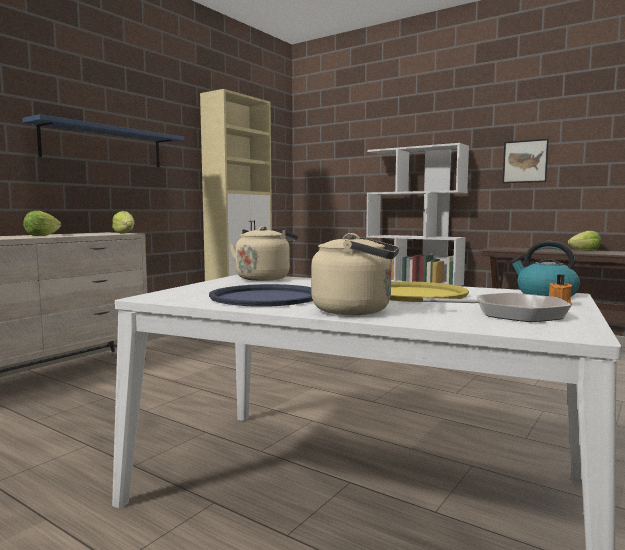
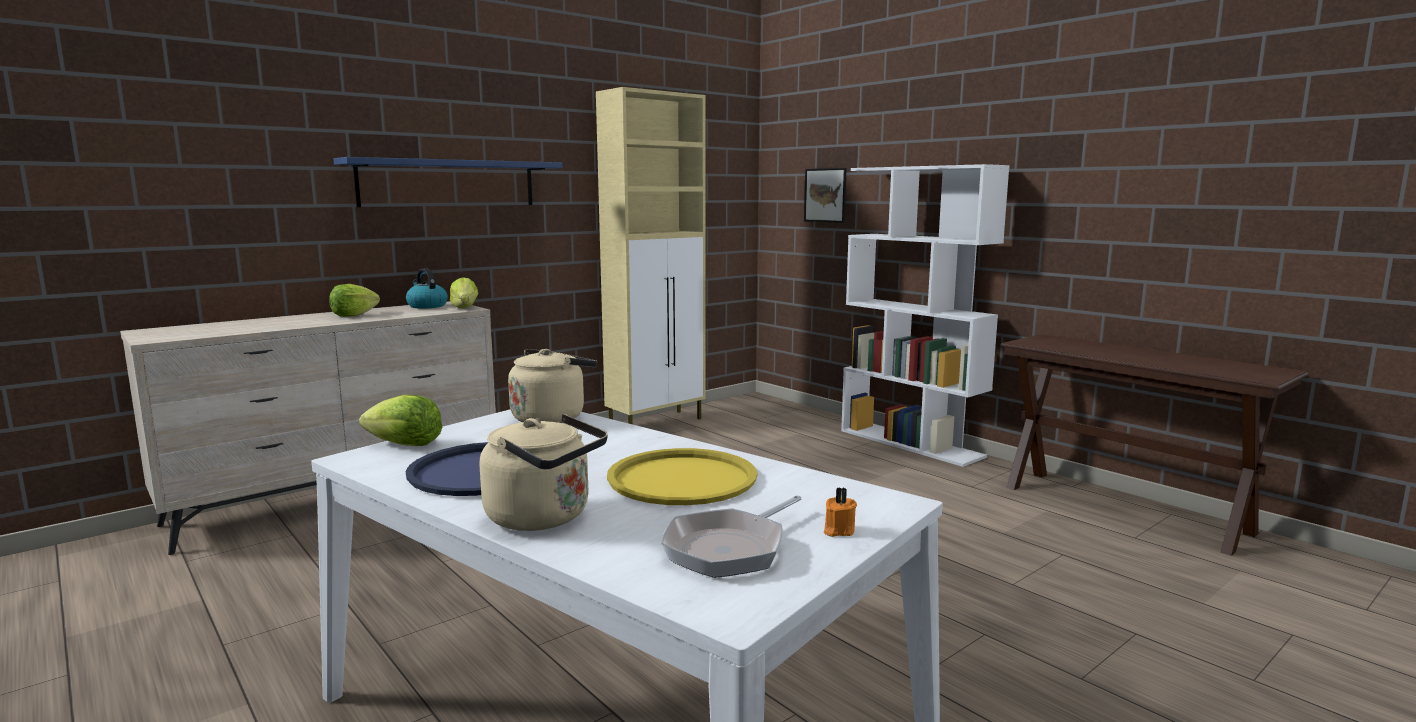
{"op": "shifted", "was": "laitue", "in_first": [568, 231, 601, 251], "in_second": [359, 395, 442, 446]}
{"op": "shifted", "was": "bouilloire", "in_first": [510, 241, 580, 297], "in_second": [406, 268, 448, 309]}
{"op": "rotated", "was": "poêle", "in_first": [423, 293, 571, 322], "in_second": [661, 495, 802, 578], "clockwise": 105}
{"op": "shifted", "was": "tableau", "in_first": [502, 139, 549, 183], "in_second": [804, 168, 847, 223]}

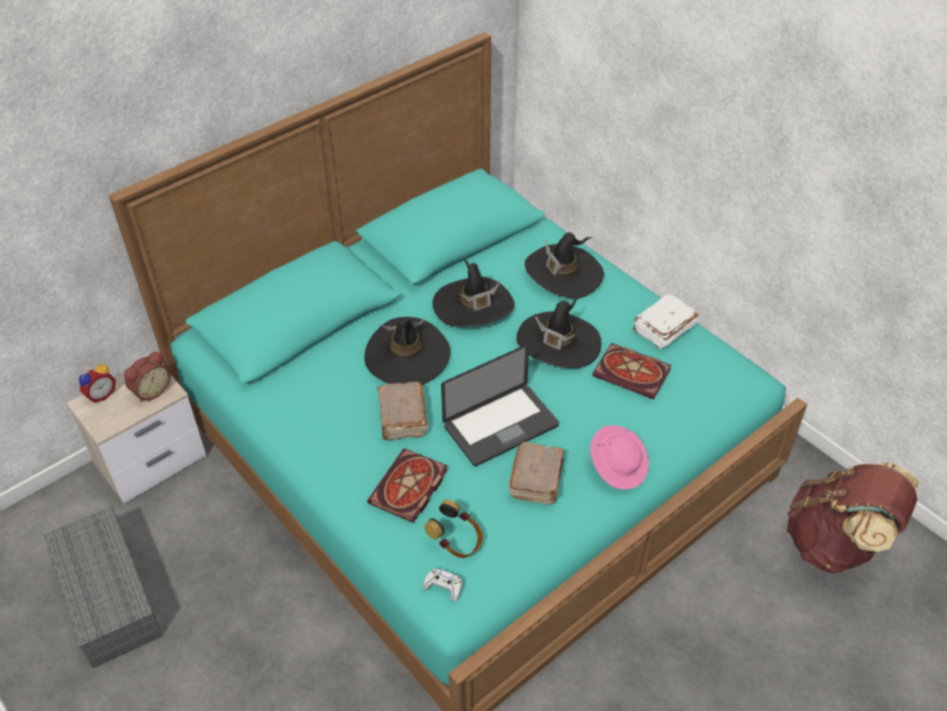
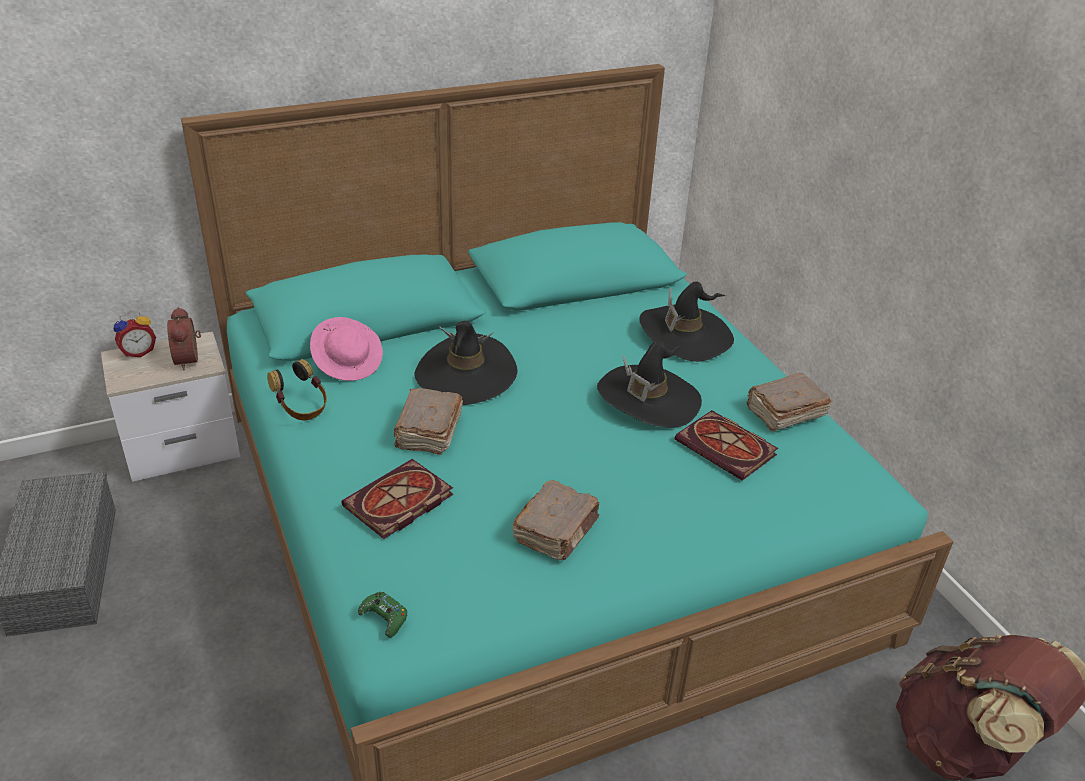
{"op": "rotated", "was": "réveil", "in_first": [124, 351, 171, 402], "in_second": [167, 307, 201, 371], "clockwise": 105}
{"op": "shifted", "was": "casque audio", "in_first": [424, 499, 483, 558], "in_second": [267, 359, 327, 420]}
{"op": "shifted", "was": "chapeau (rose)", "in_first": [590, 425, 649, 489], "in_second": [310, 317, 383, 381]}
{"op": "repainted", "was": "manette (blanc)", "now": "manette (vert)", "in_first": [423, 568, 462, 601], "in_second": [358, 592, 407, 637]}
{"op": "repainted", "was": "livre (blanc)", "now": "livre (marron)", "in_first": [633, 294, 699, 349], "in_second": [747, 373, 832, 431]}
{"op": "gone", "was": "chapeau (noir)", "in_first": [432, 258, 514, 327]}
{"op": "gone", "was": "ordinateur portable", "in_first": [441, 344, 559, 466]}

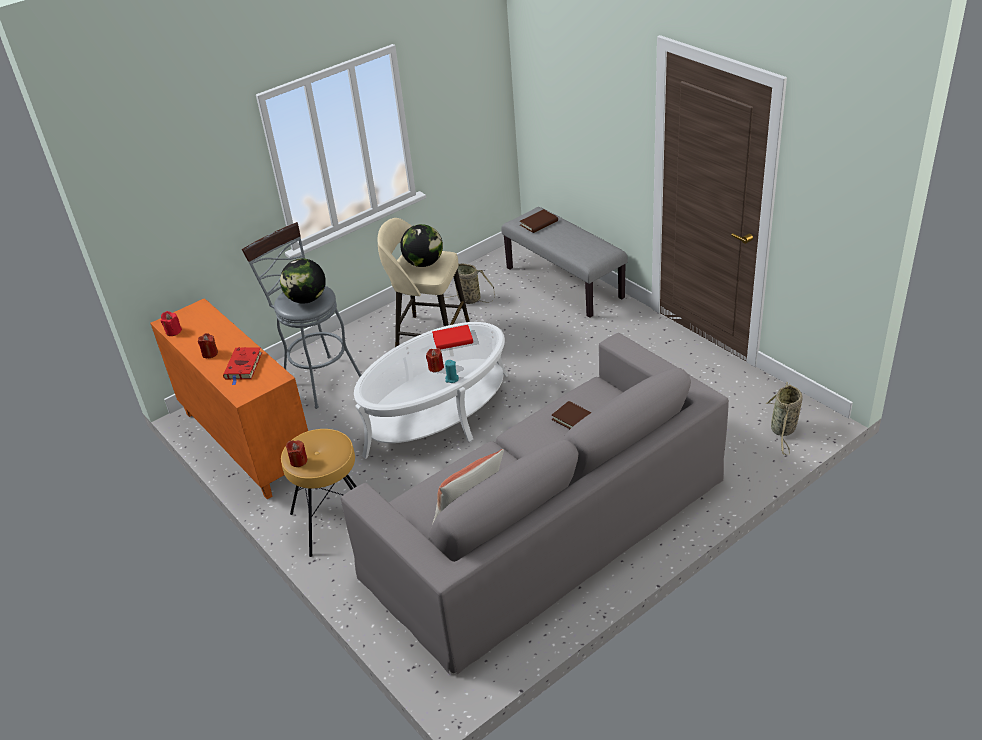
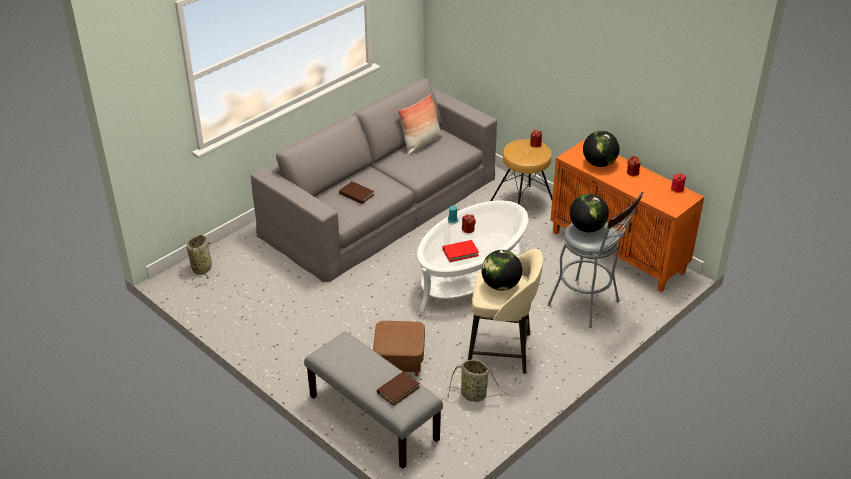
{"op": "new", "now": "pouf (marron)", "in_second": [373, 321, 425, 376]}
{"op": "swapped", "was": "livre (rouge)", "now": "globe", "in_first": [223, 347, 262, 385], "in_second": [583, 131, 620, 167]}

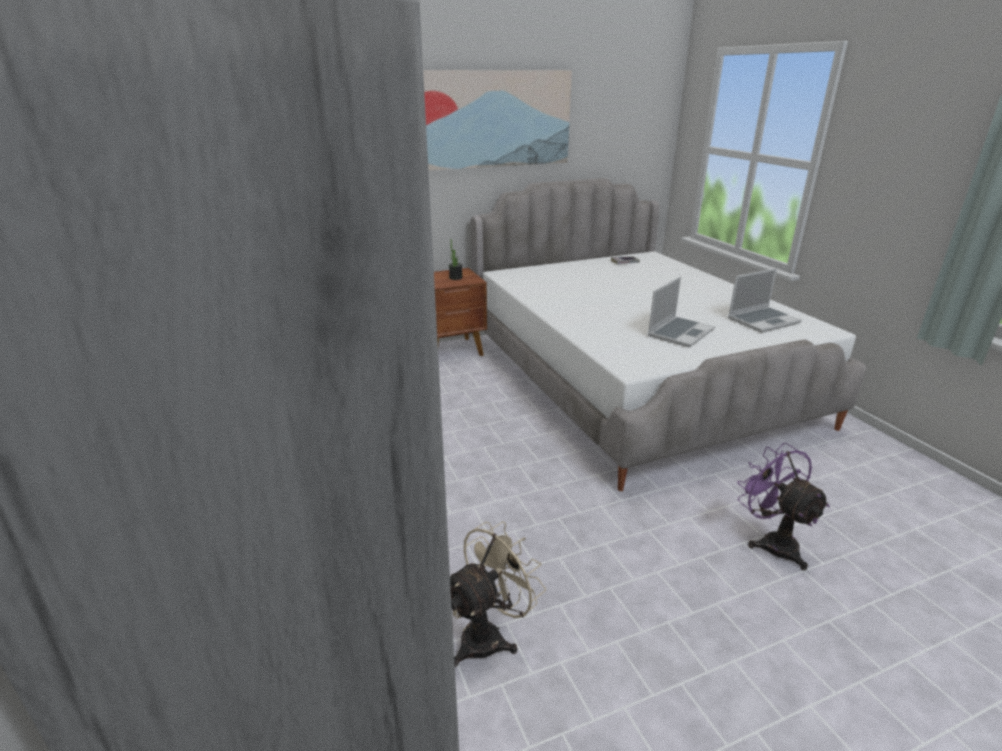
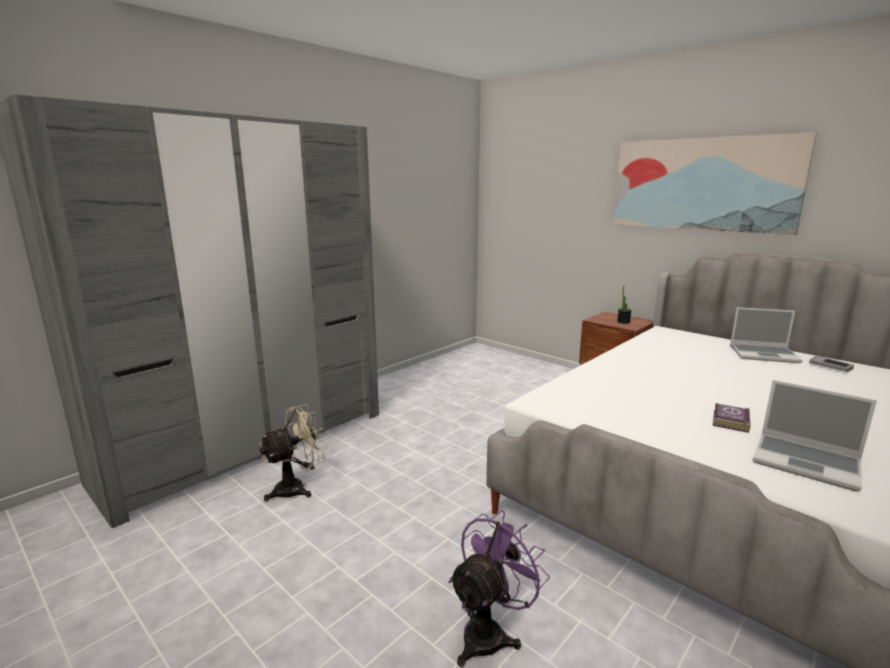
{"op": "rotated", "was": "ventilateur (beige)", "in_first": [450, 521, 546, 667], "in_second": [259, 404, 327, 502], "clockwise": -60}
{"op": "new", "now": "livre", "in_second": [713, 403, 751, 433]}
{"op": "shifted", "was": "ordinateur portable", "in_first": [648, 277, 715, 348], "in_second": [730, 307, 803, 363]}

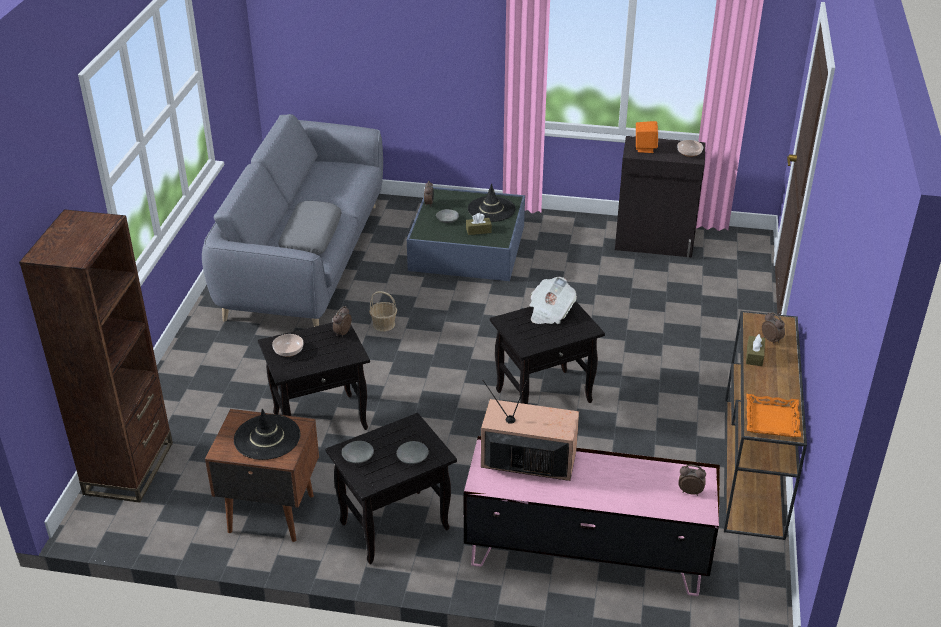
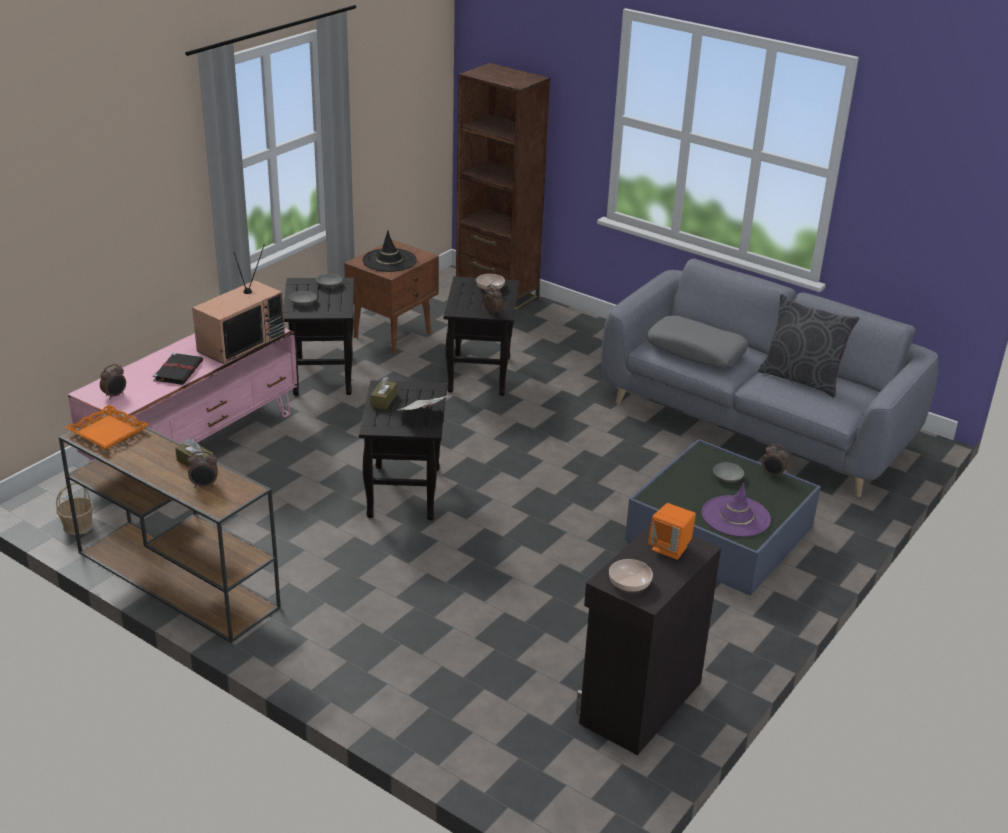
{"op": "shifted", "was": "panier", "in_first": [369, 291, 397, 332], "in_second": [56, 482, 94, 535]}
{"op": "new", "now": "livre (noir)", "in_second": [153, 353, 203, 385]}
{"op": "shifted", "was": "boîte à mouchoirs (marron)", "in_first": [466, 213, 492, 235], "in_second": [370, 377, 397, 410]}
{"op": "repainted", "was": "chapeau (noir)", "now": "chapeau (violet)", "in_first": [468, 183, 516, 222], "in_second": [702, 483, 771, 537]}
{"op": "new", "now": "coussin (gris)", "in_second": [758, 294, 859, 397]}

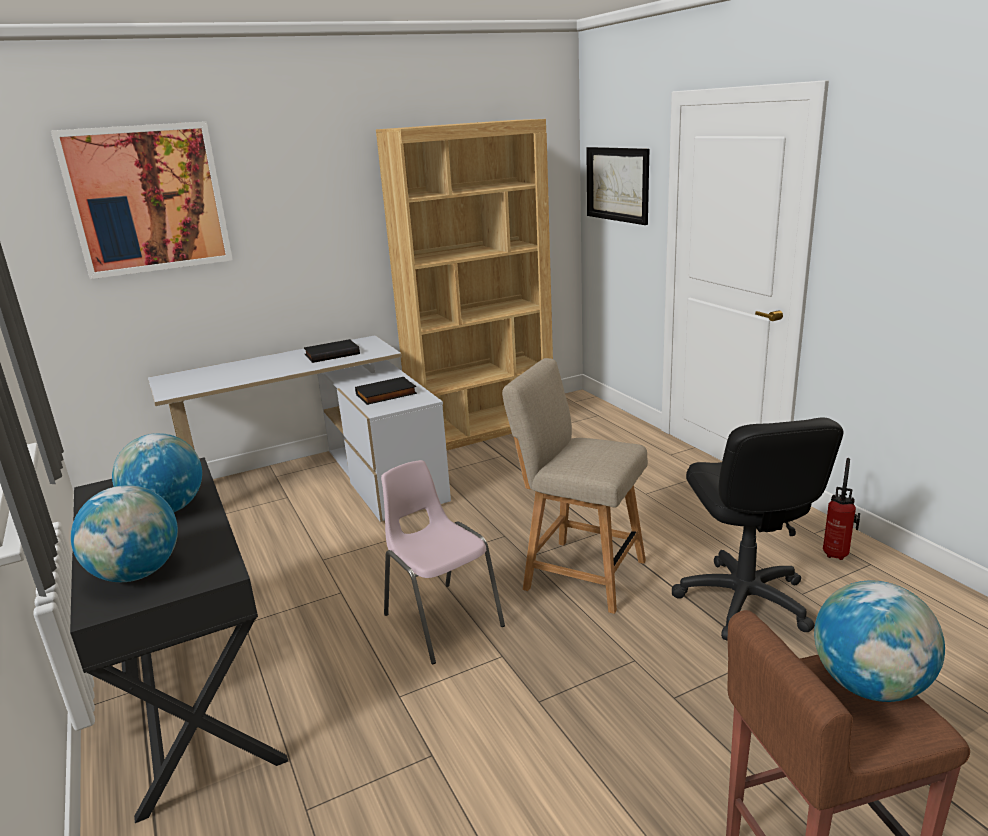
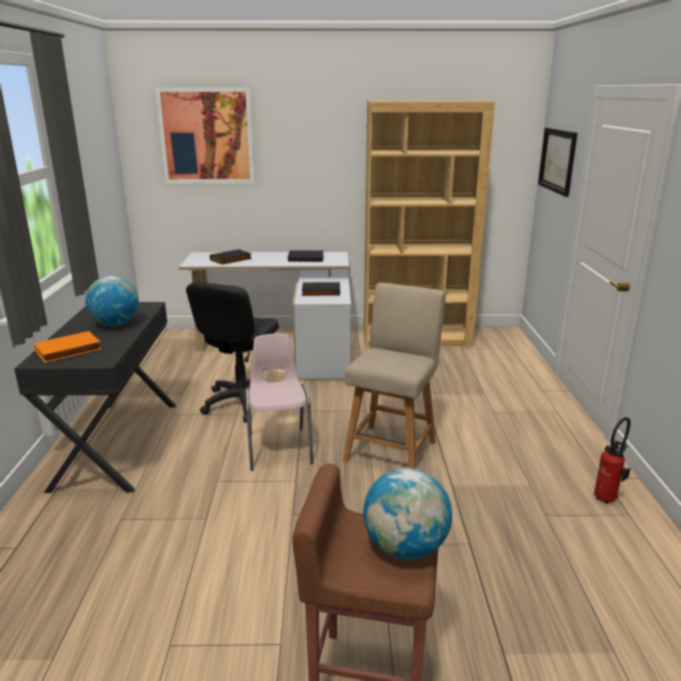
{"op": "swapped", "was": "globe", "now": "livre (orange)", "in_first": [71, 485, 178, 582], "in_second": [34, 331, 102, 363]}
{"op": "shifted", "was": "chaise de bureau (noir)", "in_first": [672, 418, 843, 641], "in_second": [186, 282, 279, 423]}
{"op": "new", "now": "livre (noir)", "in_second": [210, 249, 252, 265]}
{"op": "rotated", "was": "chaise (beige)", "in_first": [502, 358, 648, 614], "in_second": [343, 283, 446, 468], "clockwise": 60}

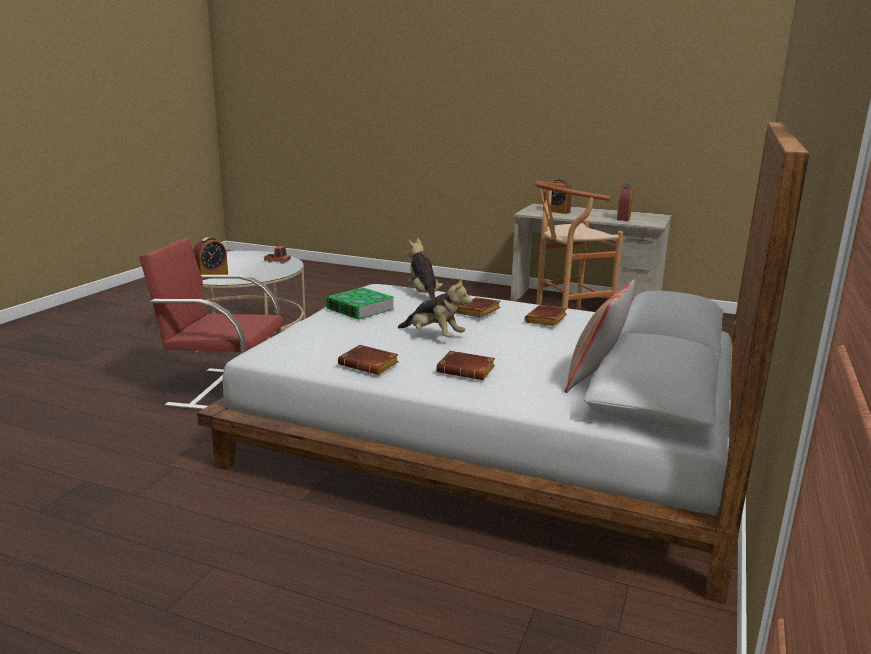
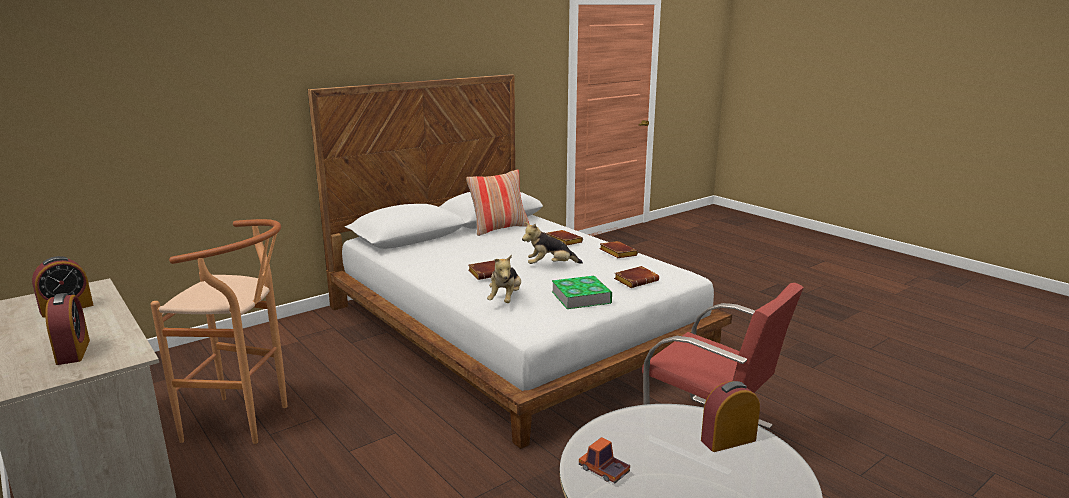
{"op": "rotated", "was": "peluche", "in_first": [398, 279, 473, 337], "in_second": [522, 222, 583, 264], "clockwise": -75}
{"op": "shifted", "was": "livre (marron)", "in_first": [524, 305, 567, 326], "in_second": [614, 266, 659, 288]}

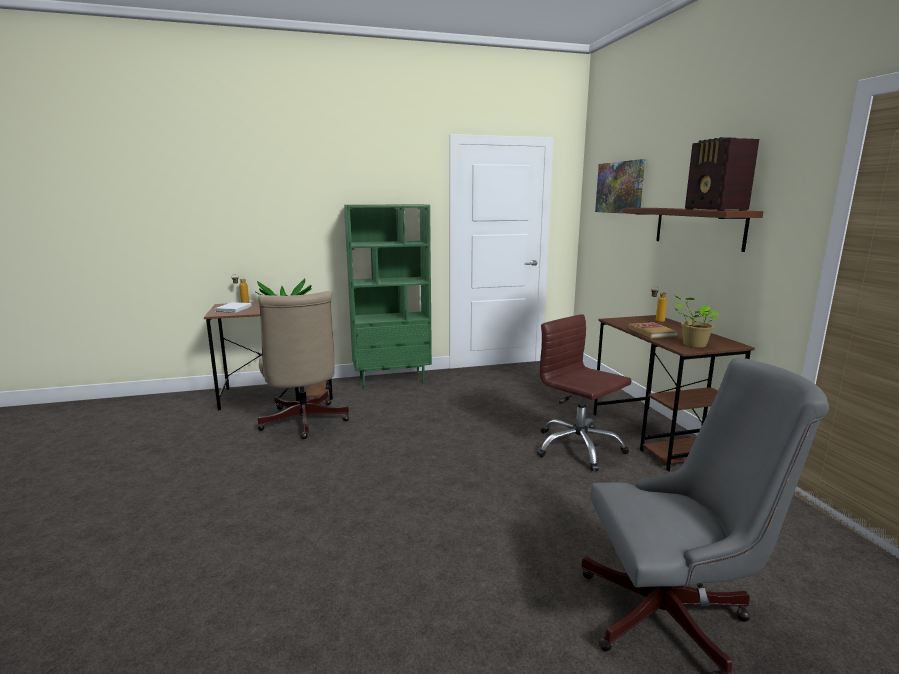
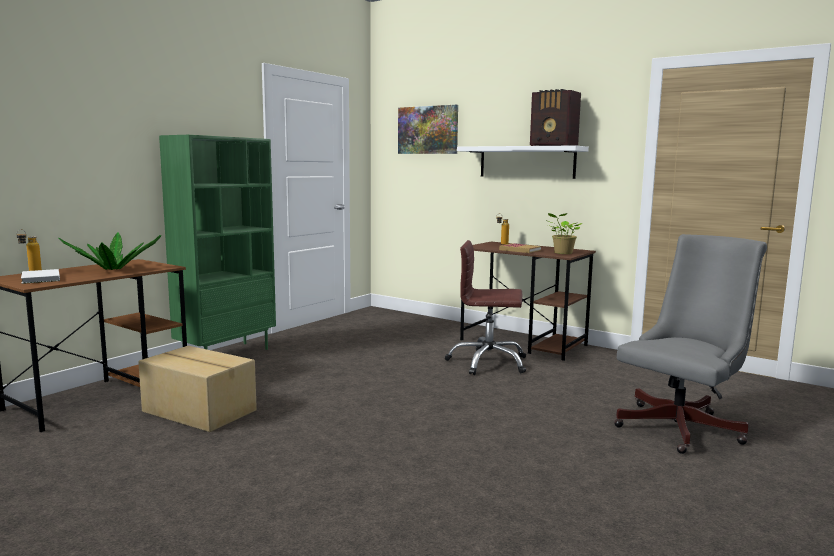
{"op": "swapped", "was": "chaise de bureau (beige)", "now": "carton", "in_first": [257, 291, 349, 439], "in_second": [138, 346, 257, 432]}
{"op": "repainted", "was": "étagère (marron)", "now": "étagère (blanc)", "in_first": [623, 208, 763, 252], "in_second": [457, 145, 589, 179]}

